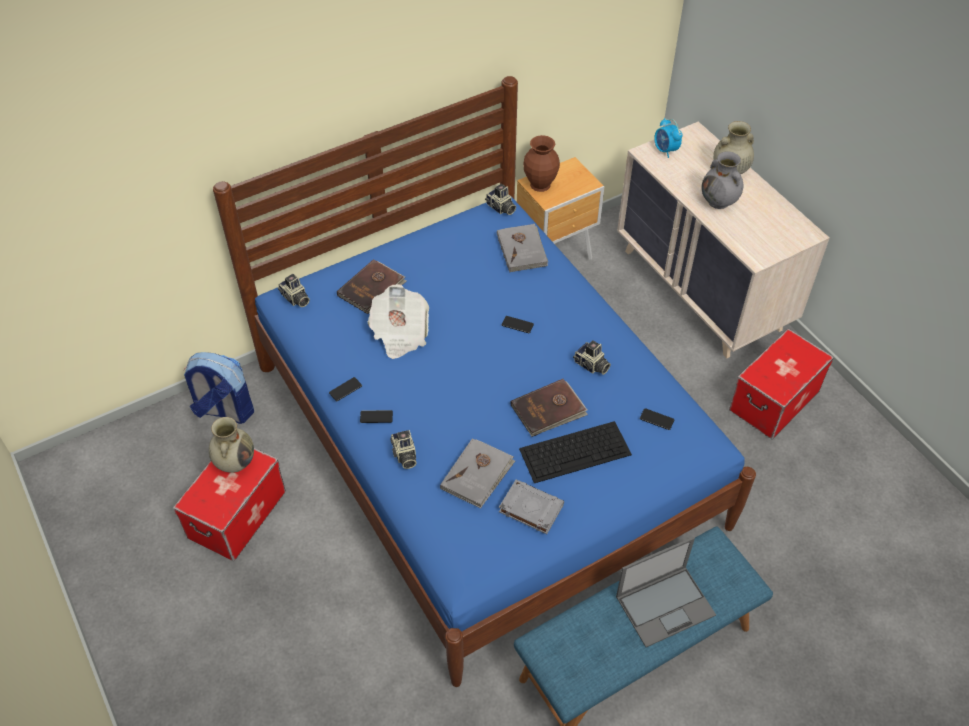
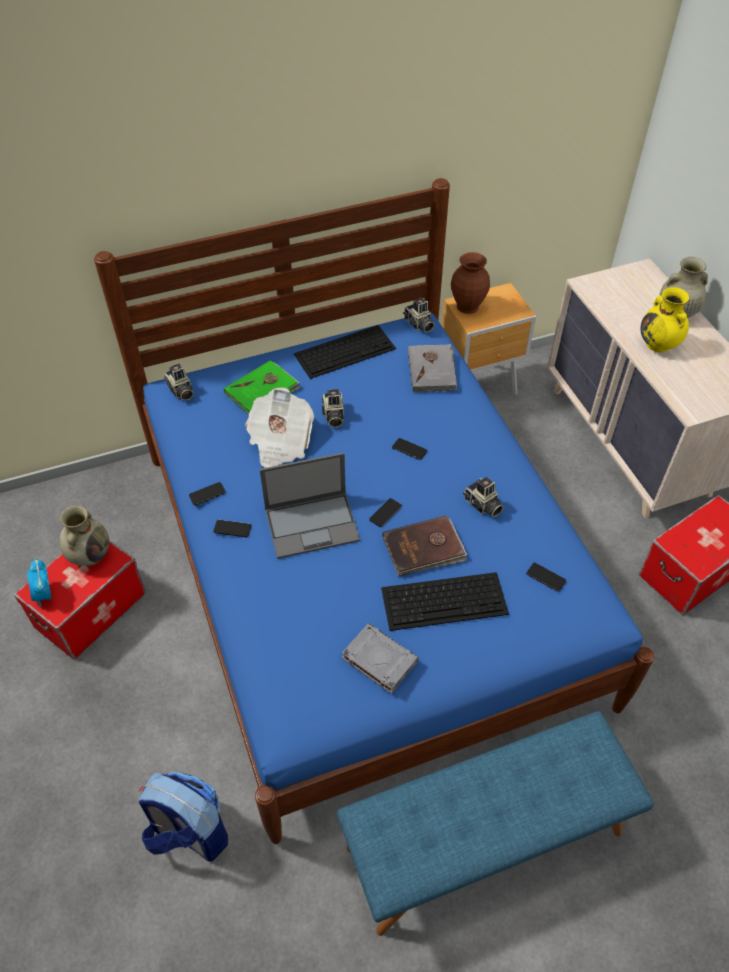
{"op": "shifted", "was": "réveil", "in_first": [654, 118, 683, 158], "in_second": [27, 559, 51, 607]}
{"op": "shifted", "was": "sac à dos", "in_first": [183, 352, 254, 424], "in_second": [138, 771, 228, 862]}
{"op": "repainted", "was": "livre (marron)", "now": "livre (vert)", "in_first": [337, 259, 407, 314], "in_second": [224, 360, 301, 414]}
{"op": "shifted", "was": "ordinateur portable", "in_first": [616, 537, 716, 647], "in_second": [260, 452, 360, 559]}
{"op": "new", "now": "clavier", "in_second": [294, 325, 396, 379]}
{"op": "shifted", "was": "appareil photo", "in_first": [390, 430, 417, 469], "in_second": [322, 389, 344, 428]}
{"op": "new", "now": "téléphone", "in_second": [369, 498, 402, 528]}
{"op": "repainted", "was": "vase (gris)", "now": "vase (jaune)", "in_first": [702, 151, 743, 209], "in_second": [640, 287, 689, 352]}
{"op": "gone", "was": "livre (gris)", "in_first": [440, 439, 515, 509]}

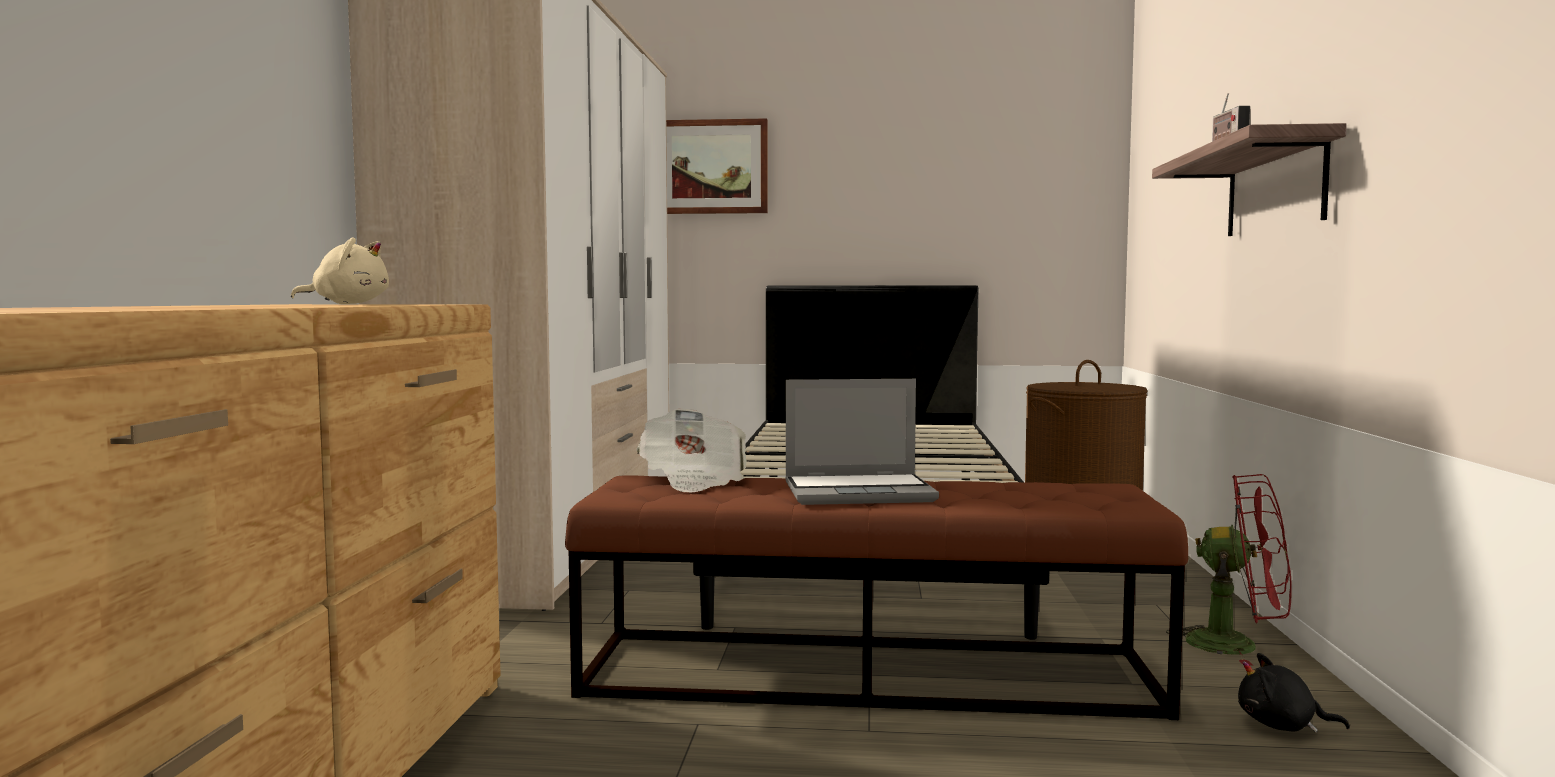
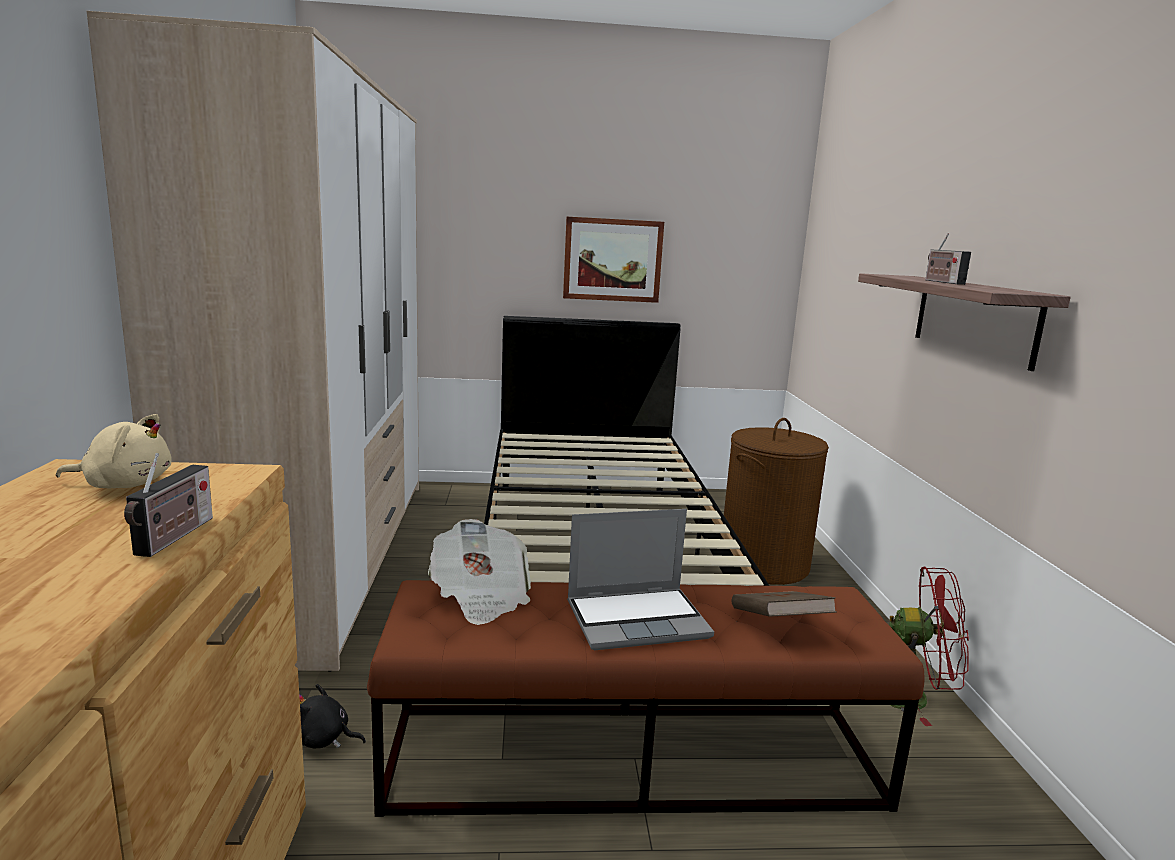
{"op": "new", "now": "radio", "in_second": [124, 453, 213, 557]}
{"op": "shifted", "was": "peluche (noir)", "in_first": [1238, 653, 1350, 733], "in_second": [299, 684, 366, 749]}
{"op": "shifted", "was": "tableau", "in_first": [666, 118, 768, 214], "in_second": [563, 217, 664, 303]}
{"op": "new", "now": "livre (marron)", "in_second": [732, 591, 837, 617]}

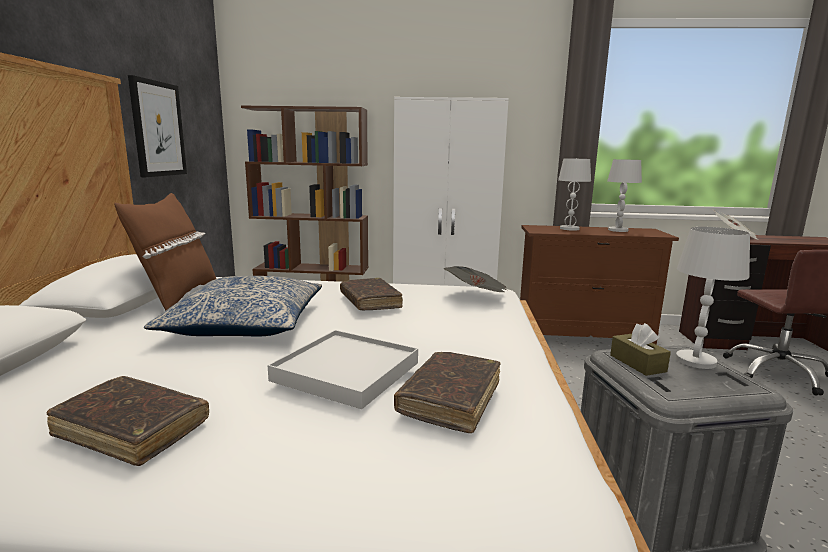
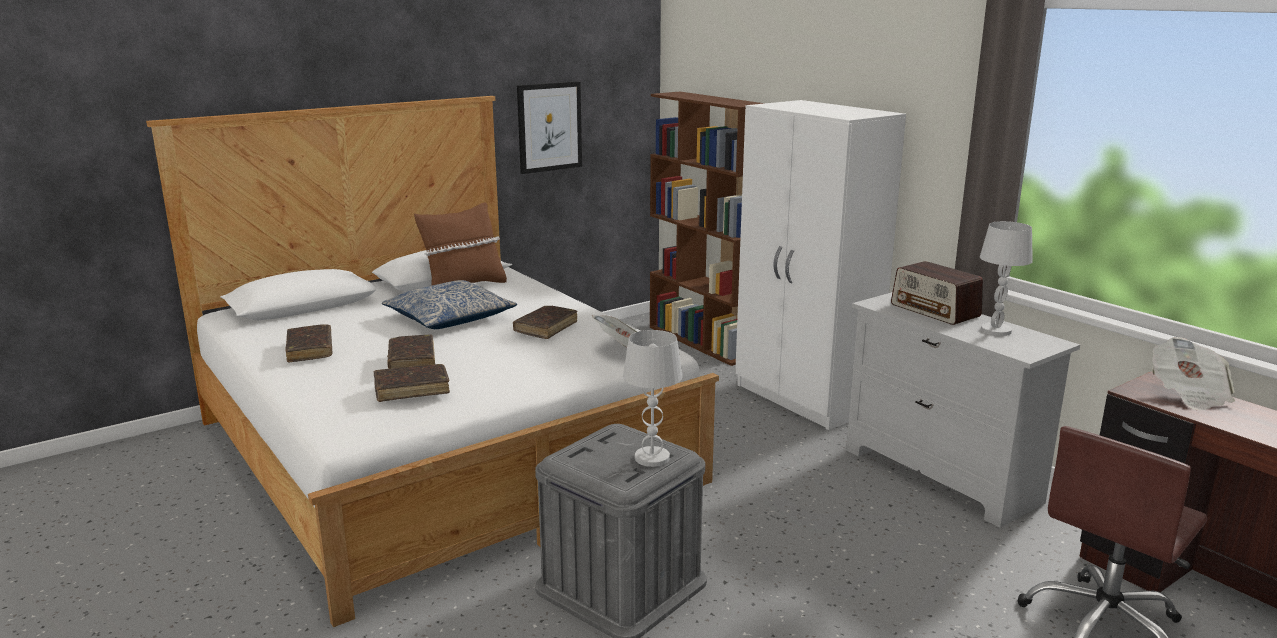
{"op": "swapped", "was": "plateau (blanc)", "now": "livre (marron)", "in_first": [268, 330, 418, 409], "in_second": [387, 334, 435, 369]}
{"op": "repainted", "was": "commode (marron)", "now": "commode (blanc)", "in_first": [520, 225, 679, 345], "in_second": [846, 292, 1080, 528]}
{"op": "swapped", "was": "lampe de table (blanc)", "now": "radio", "in_first": [558, 158, 591, 231], "in_second": [891, 261, 983, 325]}
{"op": "gone", "was": "boîte à mouchoirs (marron)", "in_first": [610, 323, 671, 376]}

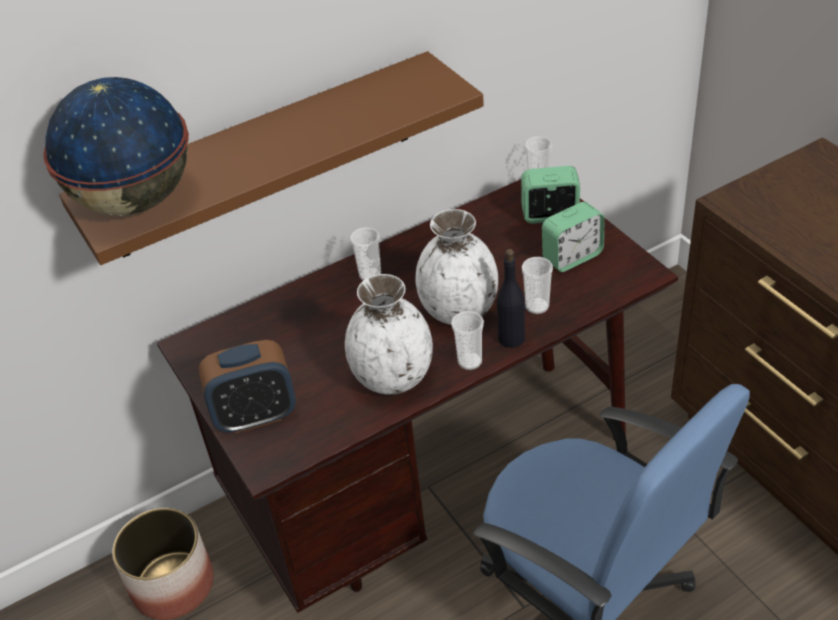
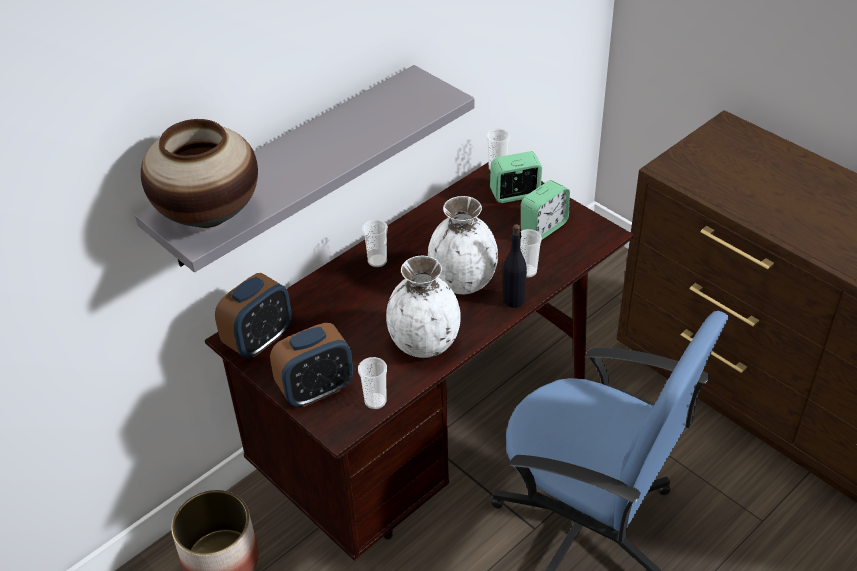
{"op": "repainted", "was": "étagère (marron)", "now": "étagère (gris)", "in_first": [59, 51, 484, 265], "in_second": [135, 65, 474, 272]}
{"op": "swapped", "was": "globe", "now": "vase", "in_first": [43, 77, 189, 216], "in_second": [141, 119, 258, 228]}
{"op": "new", "now": "réveil", "in_second": [215, 273, 292, 358]}
{"op": "shifted", "was": "tasse", "in_first": [451, 311, 484, 370], "in_second": [358, 357, 387, 409]}

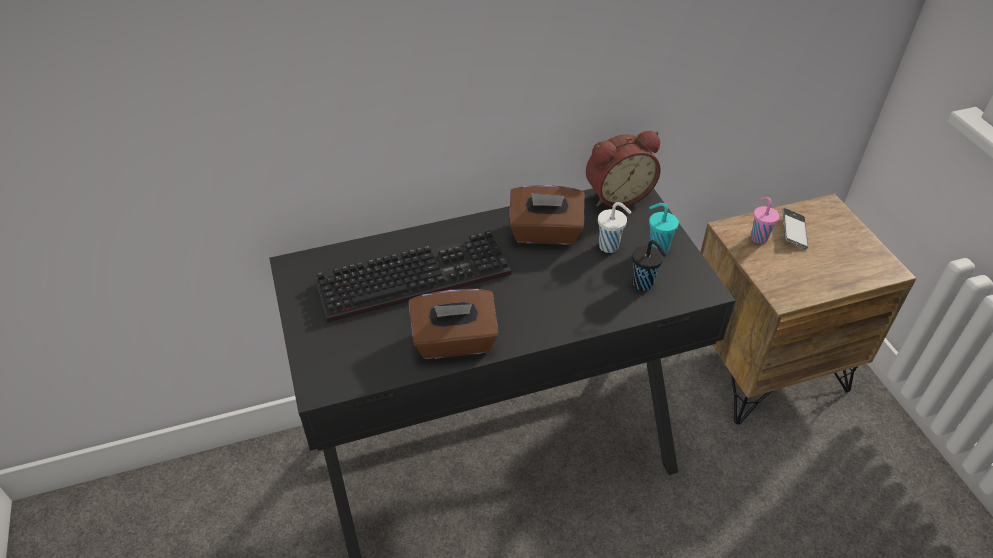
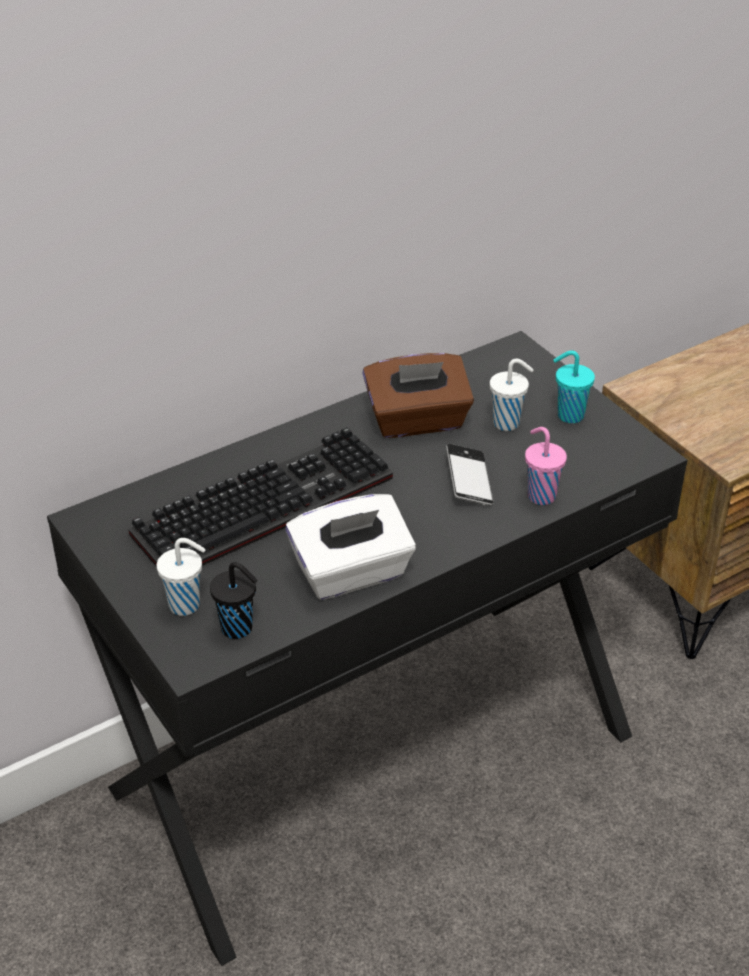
{"op": "new", "now": "tasse (blanc)", "in_second": [157, 538, 205, 616]}
{"op": "shifted", "was": "tasse (noir)", "in_first": [632, 240, 666, 291], "in_second": [210, 562, 258, 639]}
{"op": "repainted", "was": "boîte à mouchoirs (marron)", "now": "boîte à mouchoirs (blanc)", "in_first": [409, 289, 499, 359], "in_second": [286, 494, 416, 600]}
{"op": "shifted", "was": "téléphone", "in_first": [783, 208, 808, 249], "in_second": [446, 444, 494, 506]}
{"op": "shifted", "was": "tasse (rose)", "in_first": [751, 197, 779, 244], "in_second": [525, 427, 567, 505]}
{"op": "gone", "was": "réveil", "in_first": [586, 131, 661, 208]}

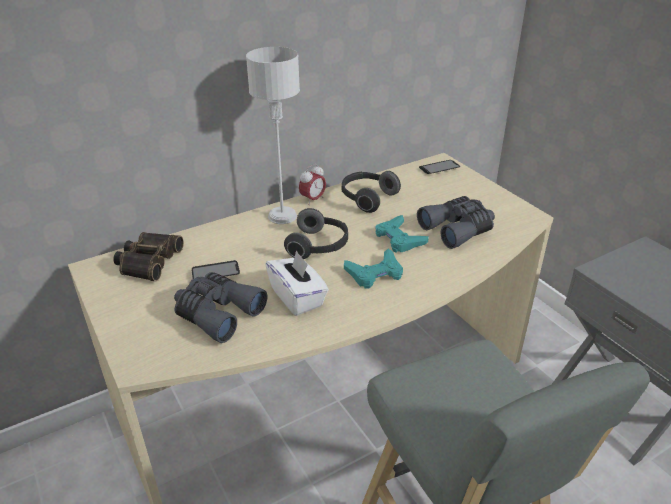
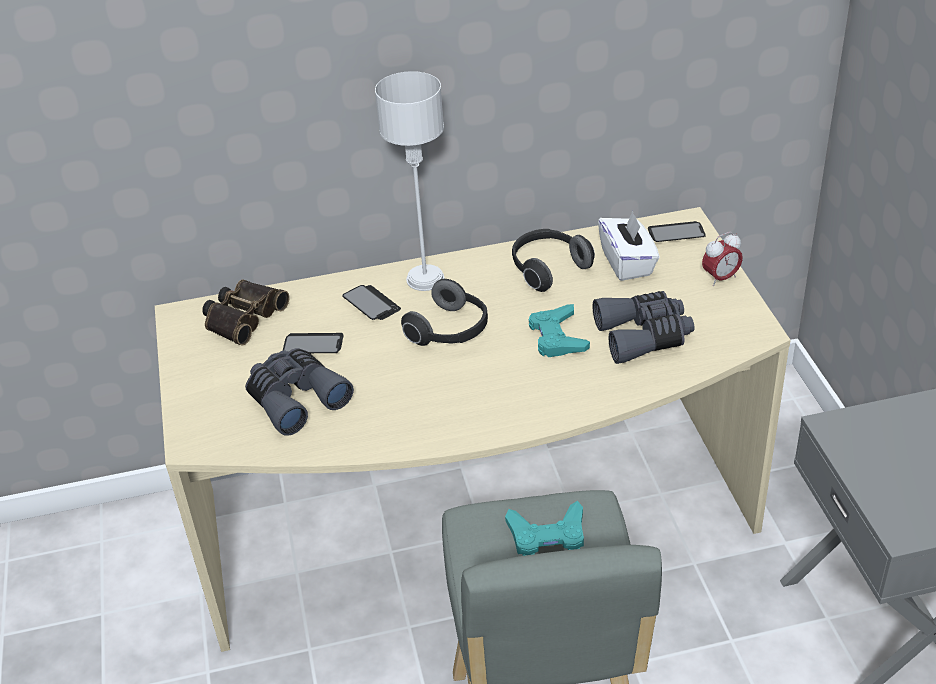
{"op": "new", "now": "téléphone", "in_second": [342, 285, 401, 320]}
{"op": "shifted", "was": "manette (turquoise)", "in_first": [344, 249, 403, 289], "in_second": [505, 501, 584, 556]}
{"op": "shifted", "was": "boîte à mouchoirs (blanc)", "in_first": [265, 250, 329, 316], "in_second": [598, 211, 660, 281]}
{"op": "shifted", "was": "réveil", "in_first": [299, 164, 326, 205], "in_second": [702, 232, 743, 286]}

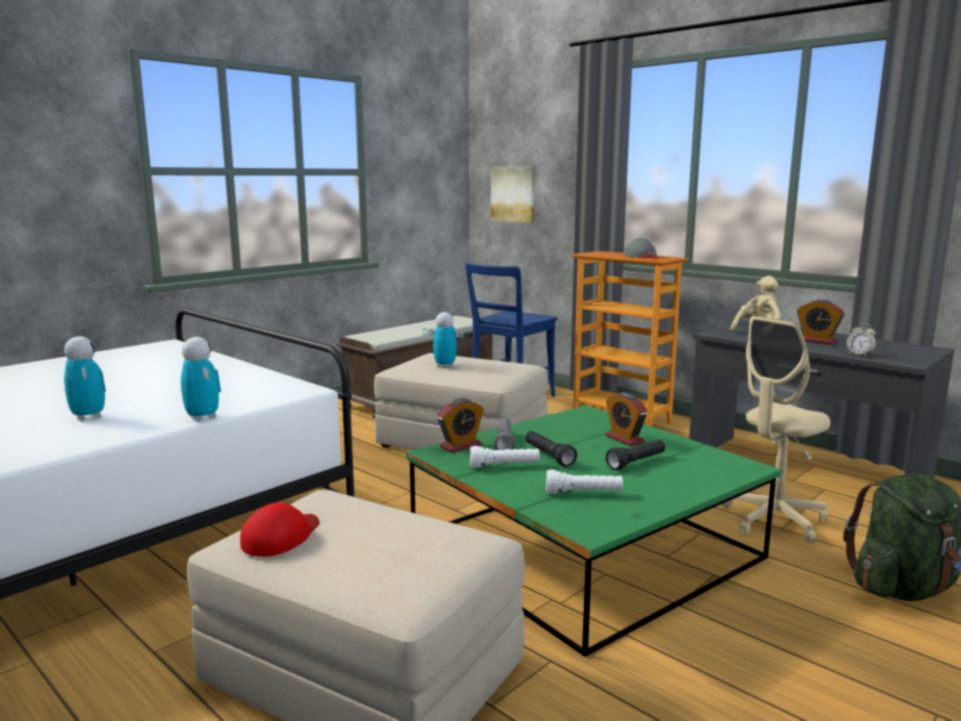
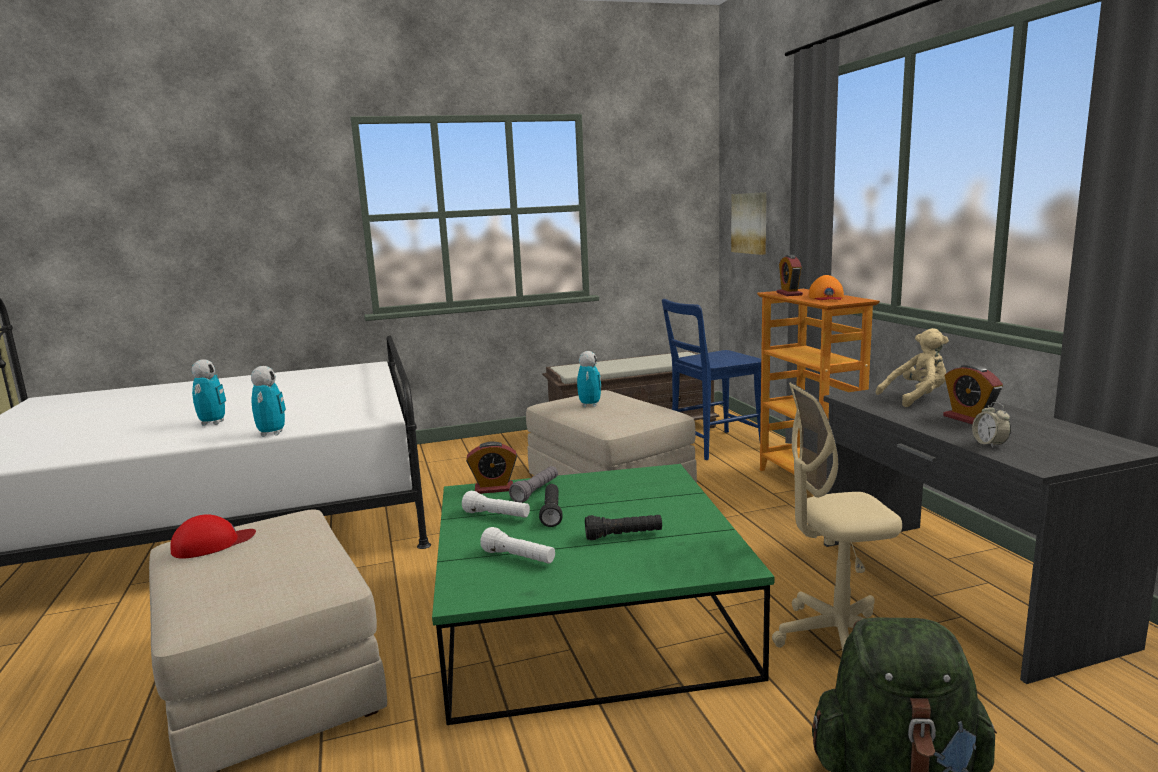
{"op": "rotated", "was": "robot jouet", "in_first": [423, 312, 467, 368], "in_second": [577, 351, 601, 407], "clockwise": 45}
{"op": "shifted", "was": "réveil", "in_first": [605, 392, 648, 446], "in_second": [777, 255, 803, 296]}
{"op": "repainted", "was": "casquette (gris)", "now": "casquette (orange)", "in_first": [624, 238, 660, 258], "in_second": [809, 275, 844, 300]}

